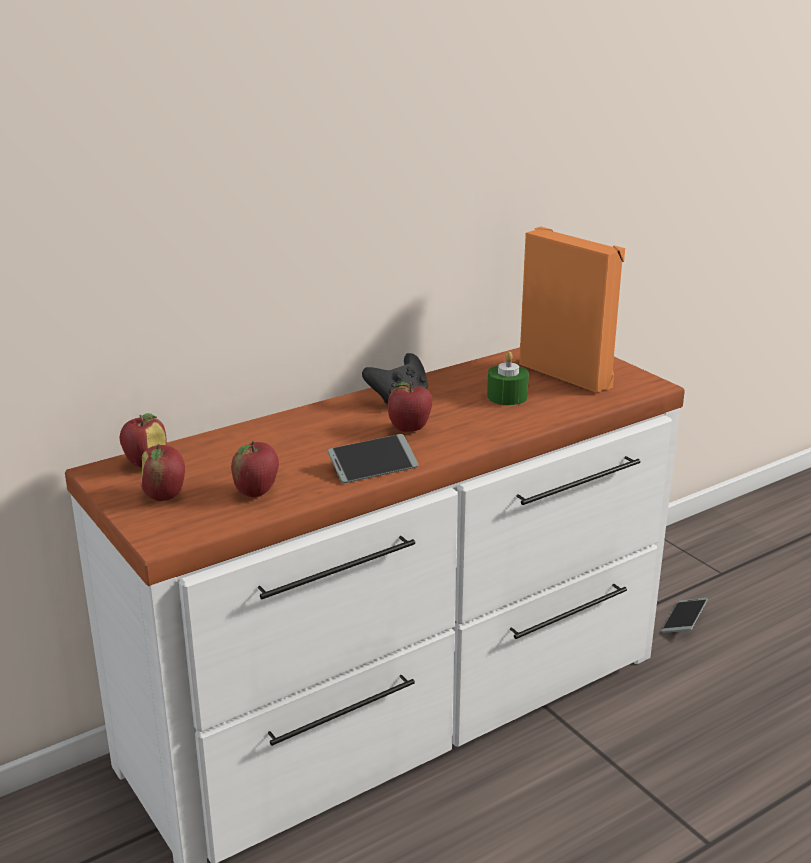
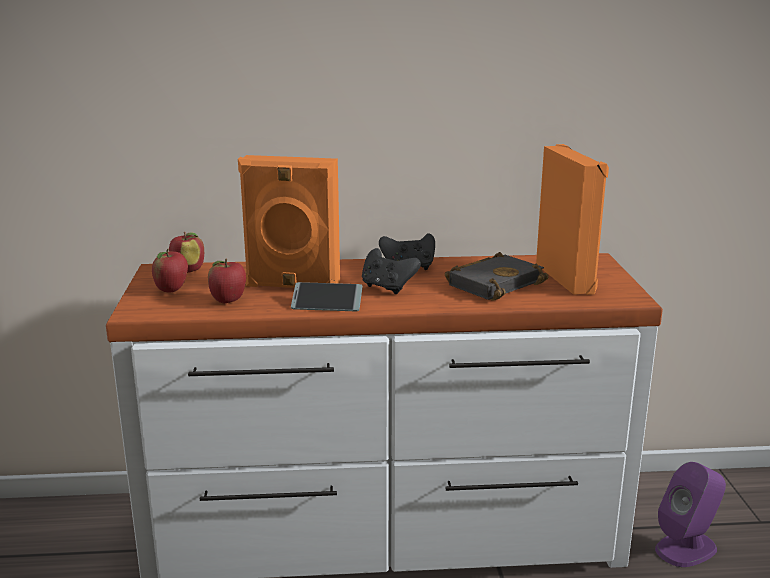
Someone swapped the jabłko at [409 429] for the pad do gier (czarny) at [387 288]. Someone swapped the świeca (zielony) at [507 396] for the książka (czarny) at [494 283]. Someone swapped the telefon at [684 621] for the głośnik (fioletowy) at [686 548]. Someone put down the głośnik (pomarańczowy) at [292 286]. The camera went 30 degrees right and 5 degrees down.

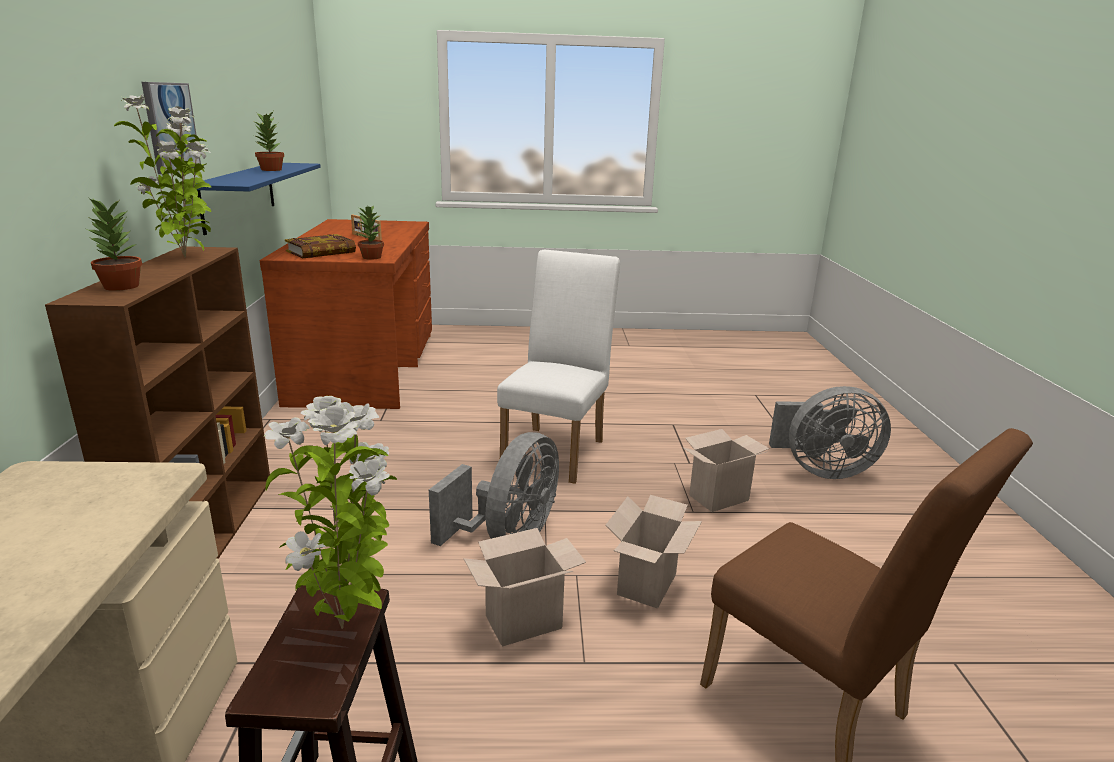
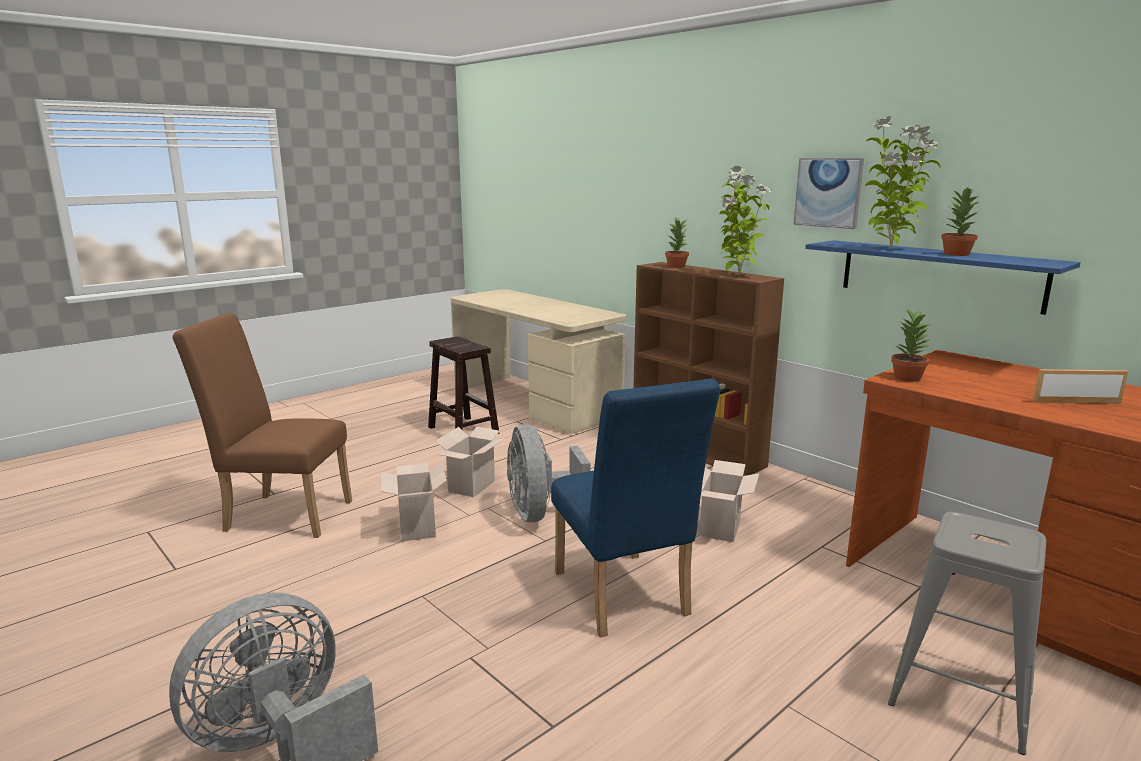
Someone carried the roślina doniczkowa from [346 626] to [891 249]. Someone took away the książka at [321 252]. Someone repainted the krzesło (biały) at [557 450], which became the krzesło (niebieski) at [623 599]. Someone carried the karton from [719 497] to [721 529]. Someone put down the stołek (szary) at [962 693]. The camera went 140 degrees right and 5 degrees down.

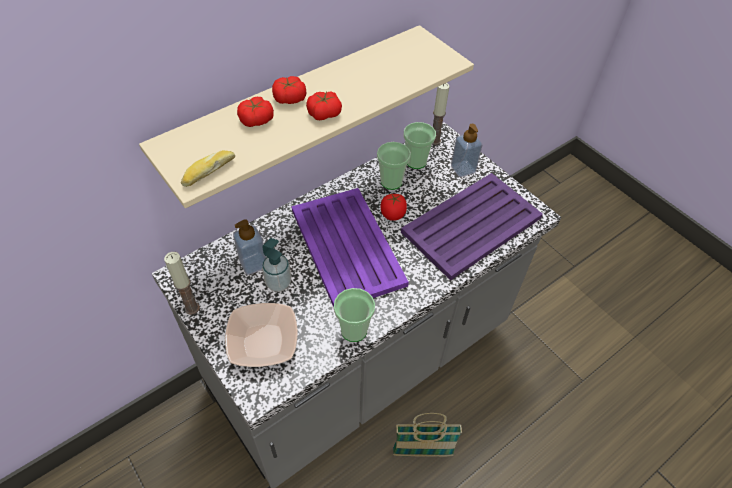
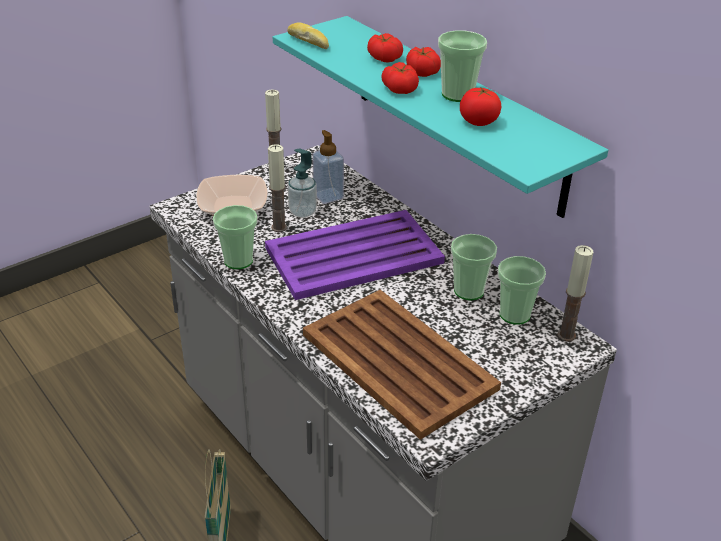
Someone repainted the półka (beżowy) at [296 108], which became the półka (turkusowy) at [457 113]. Someone carried the pomidor from [393 214] to [478 121]. Someone repainted the taca (fioletowy) at [473 225], which became the taca (brązowy) at [399 363]. Someone took away the dozownik mydła at [463 169]. Someone put down the świeca at [279 227]. Someone put down the filiżanka at [457 94]. The camera went 90 degrees right and 15 degrees down.

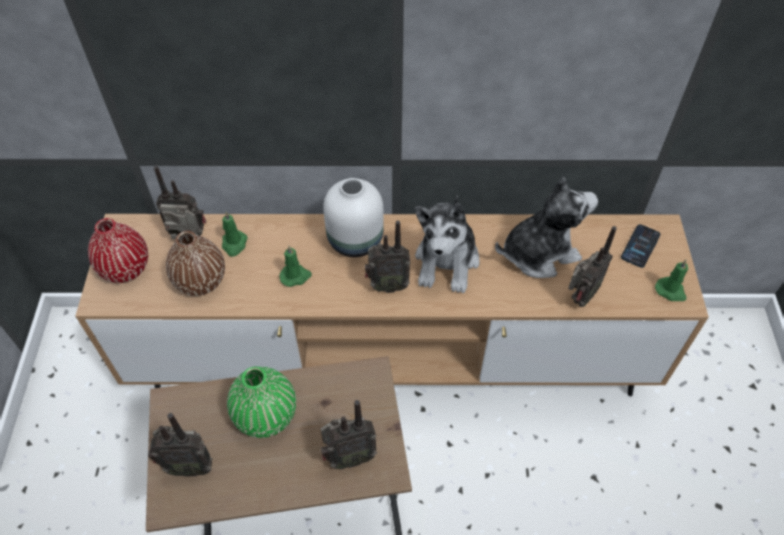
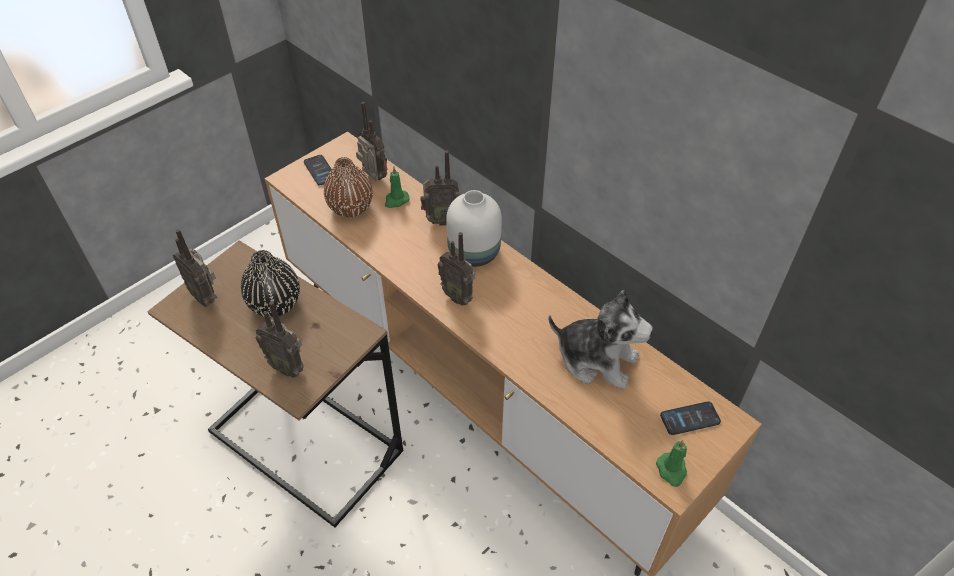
Someone swapped the wazon (czerwony) at [125 268] for the telefon at [320 170]. Someone repainted the wazon (zielony) at [266 415], which became the wazon (czarny) at [275 304]. Someone took away the świeca (zielony) at [295 276]. Someone took away the pluszak at [447 261]. Someone carried the radio from [579 297] to [440 220]. The camera went 45 degrees right and 5 degrees down.

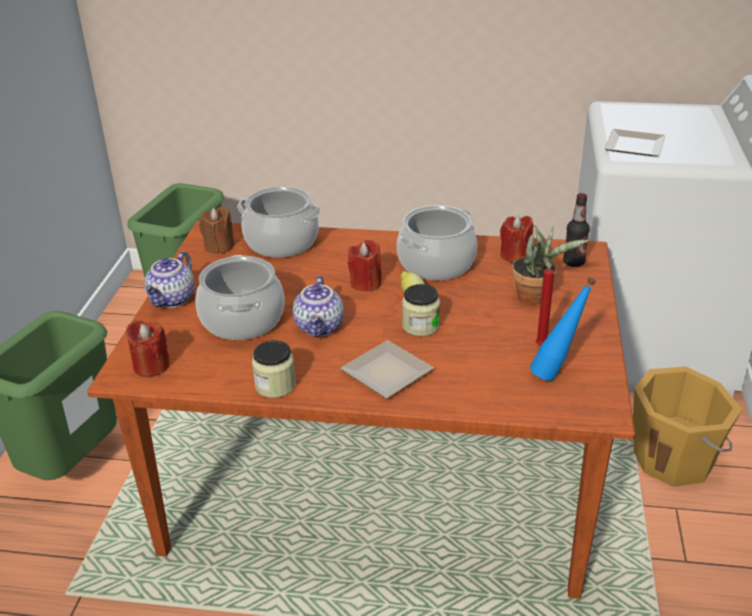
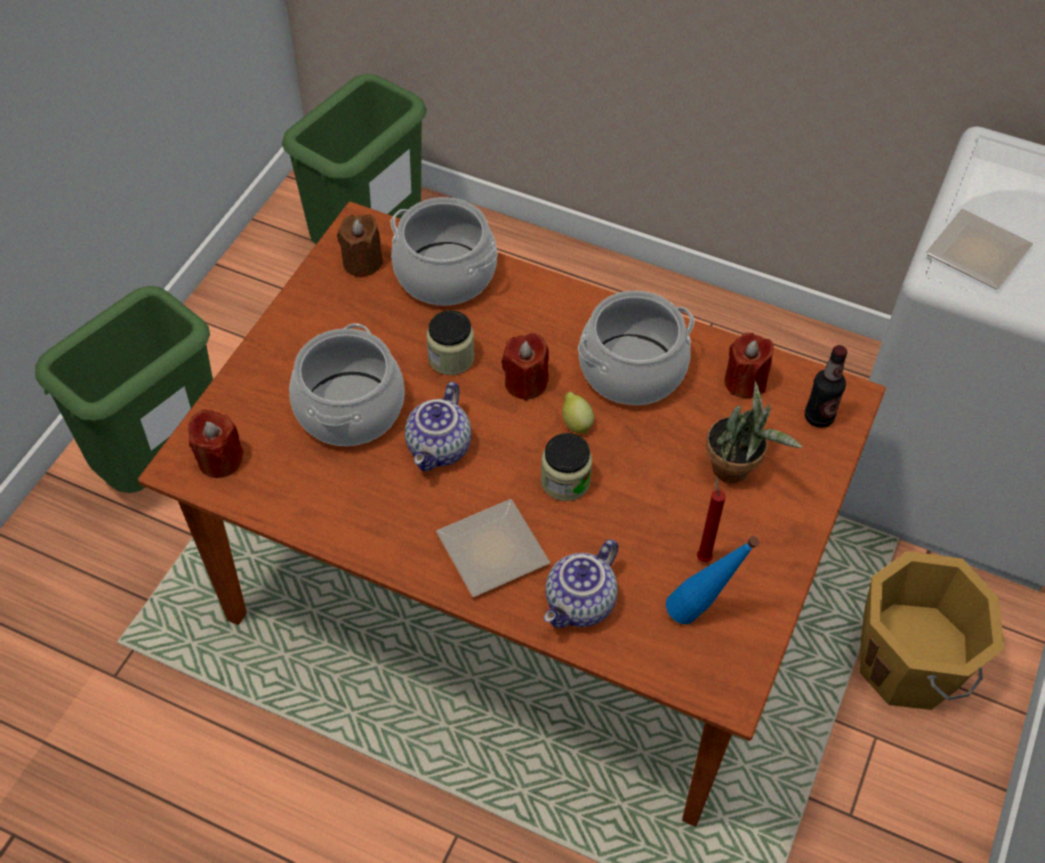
Someone carried the imbryk from [173 300] to [581 605]. Someone carried the słoik from [275 385] to [451 358]. The camera went 15 degrees right and 20 degrees up.

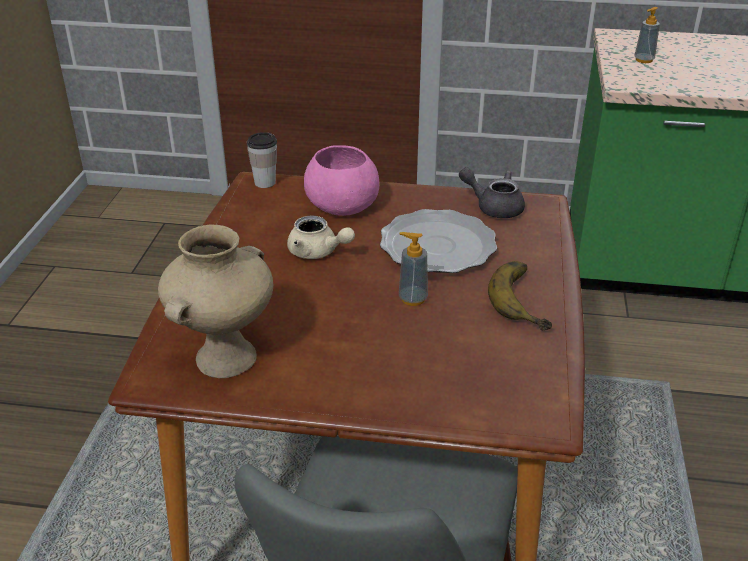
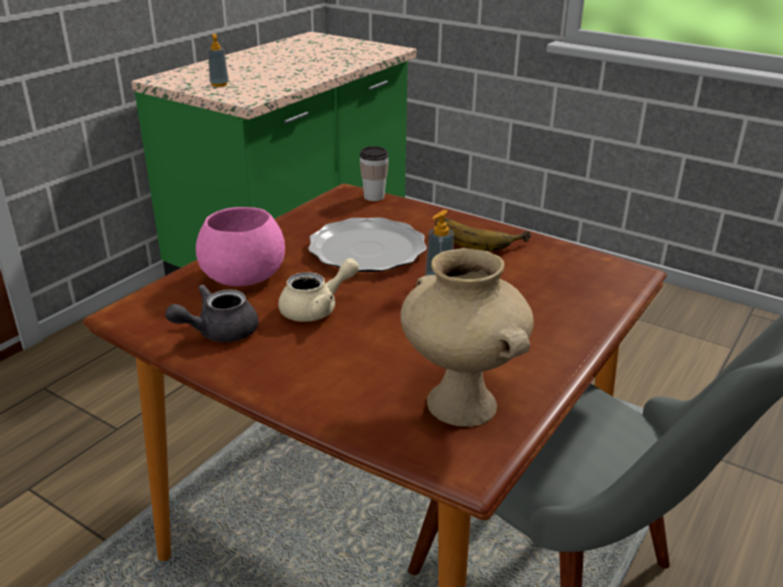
Someone carried the filiżanka from [265 182] to [374 197]. Someone carried the imbryk (szary) from [494 207] to [218 332]. The camera went 65 degrees left and 5 degrees down.

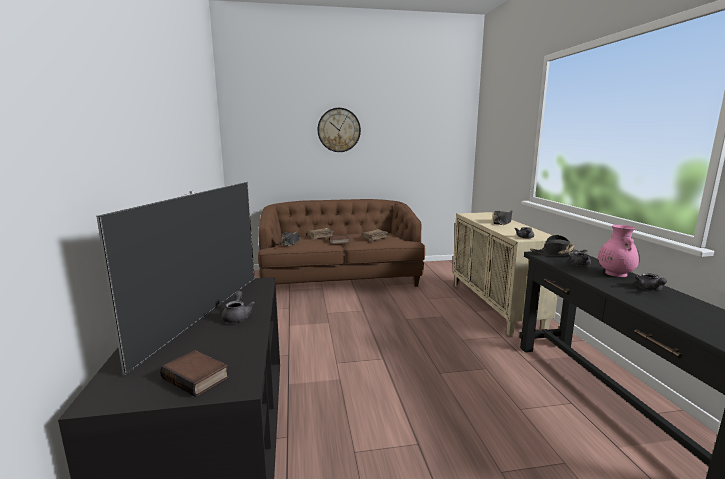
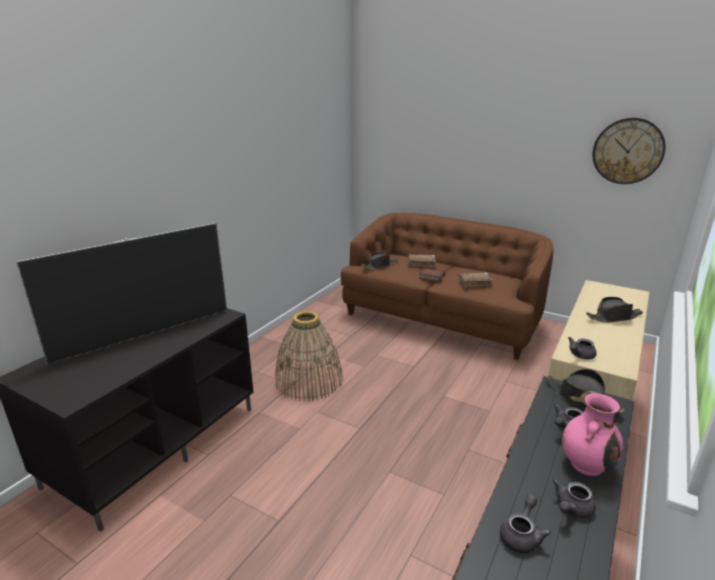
Someone took away the książka at [197 377]. Someone carried the imbryk (szary) from [237 316] to [521 535]. Someone carried the zegar ścienny from [339 130] to [628 151]. Someone put down the koszyk at [308 380]. The camera went 40 degrees right and 10 degrees up.

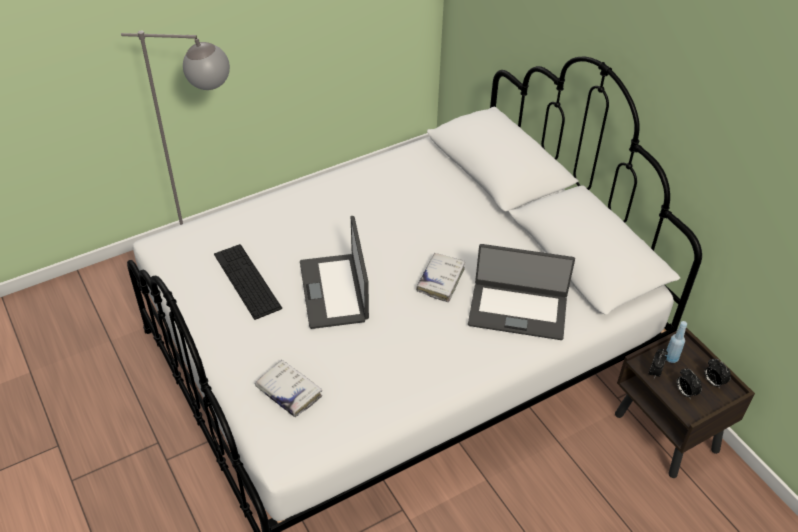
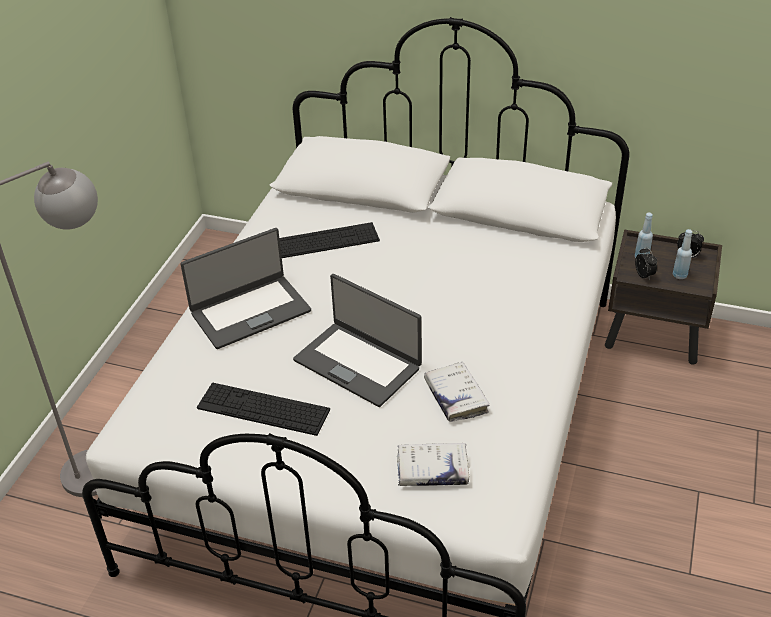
Someone carried the książka (biały) from [441 280] to [455 397]. Someone carried the laptop from [517 310] to [250 311]. Someone swapped the budzik at [685 392] for the butelka (niebieski) at [679 275]. Someone put down the klawiatura at [324 241]. The camera went 40 degrees left and 5 degrees down.

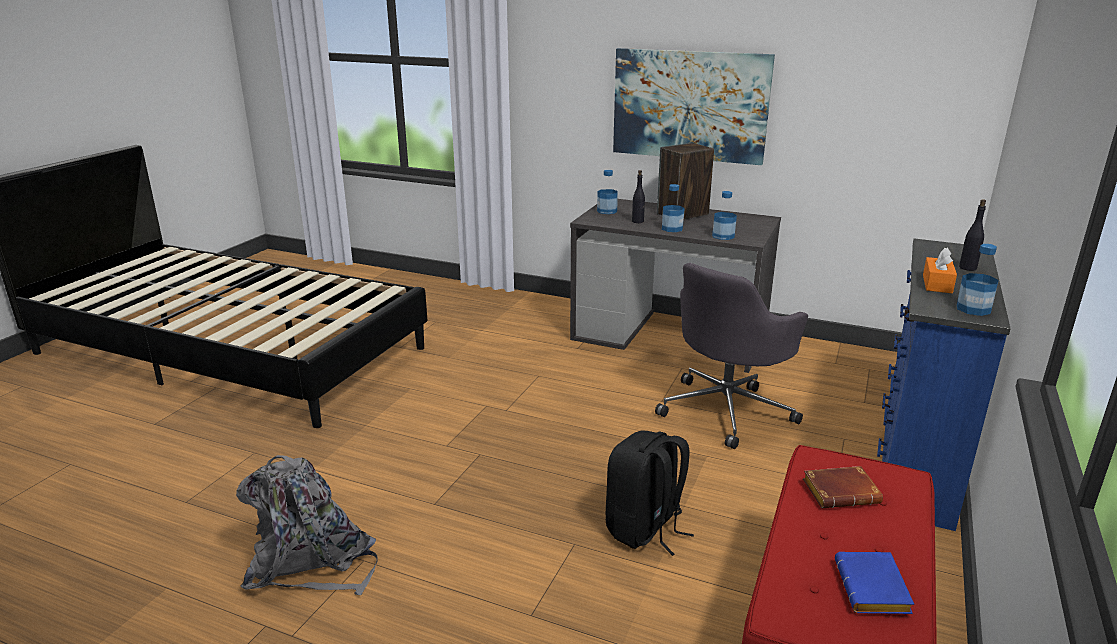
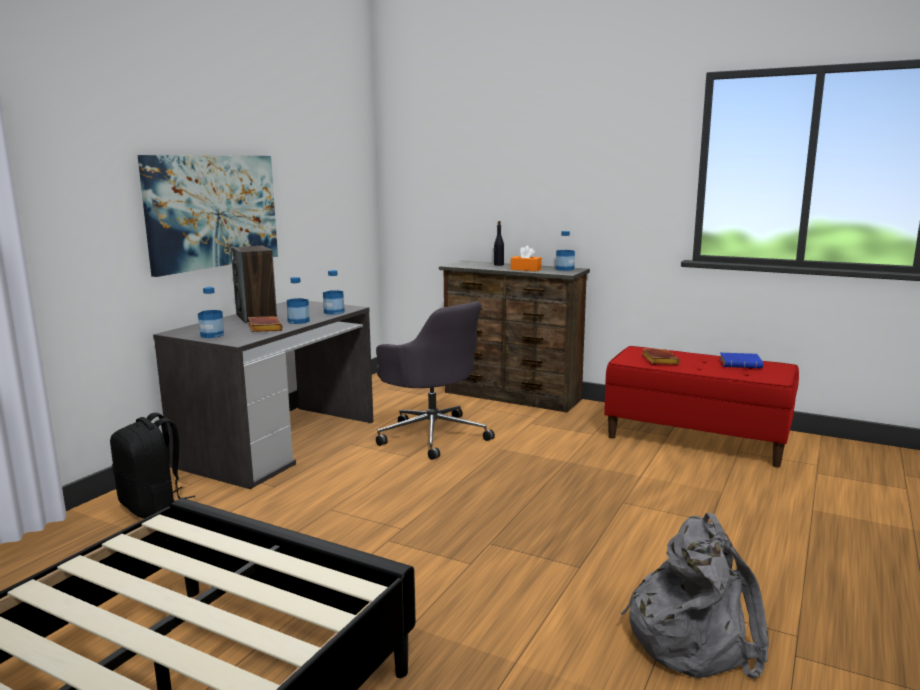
Someone carried the plecak (czarny) from [645 529] to [153 506]. Someone swapped the butelka (czarny) at [638 221] for the książka (brązowy) at [263 328]. Someone repainted the komoda (niebieski) at [913 462], which became the komoda (brązowy) at [512 396]. The camera went 85 degrees left and 10 degrees down.

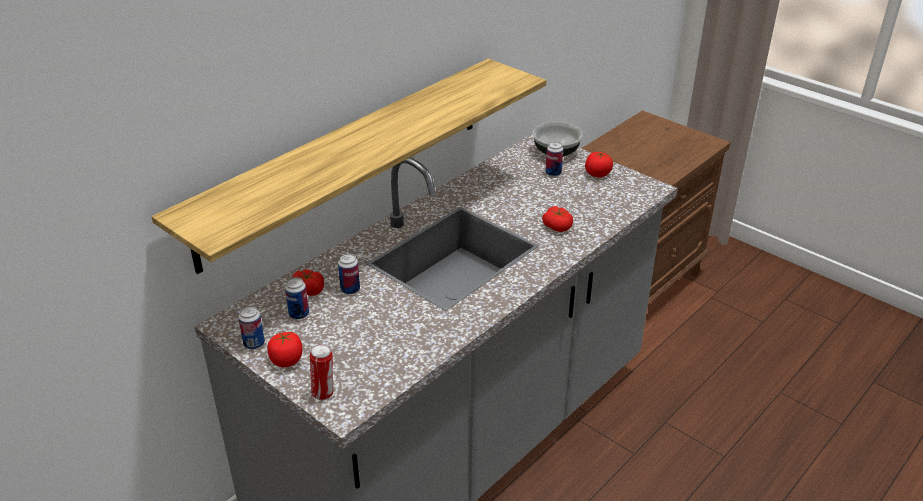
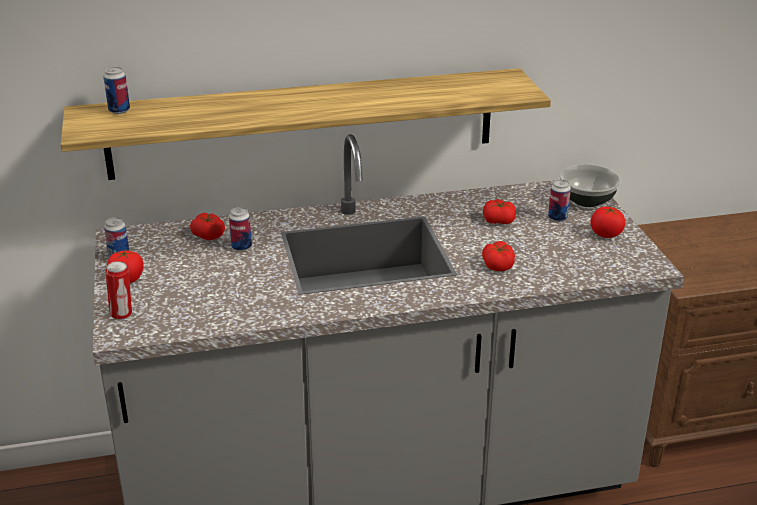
Someone carried the puszka from [299 314] to [119 111]. Someone put down the pomidor at [498 220]. The camera went 35 degrees right and 5 degrees down.

